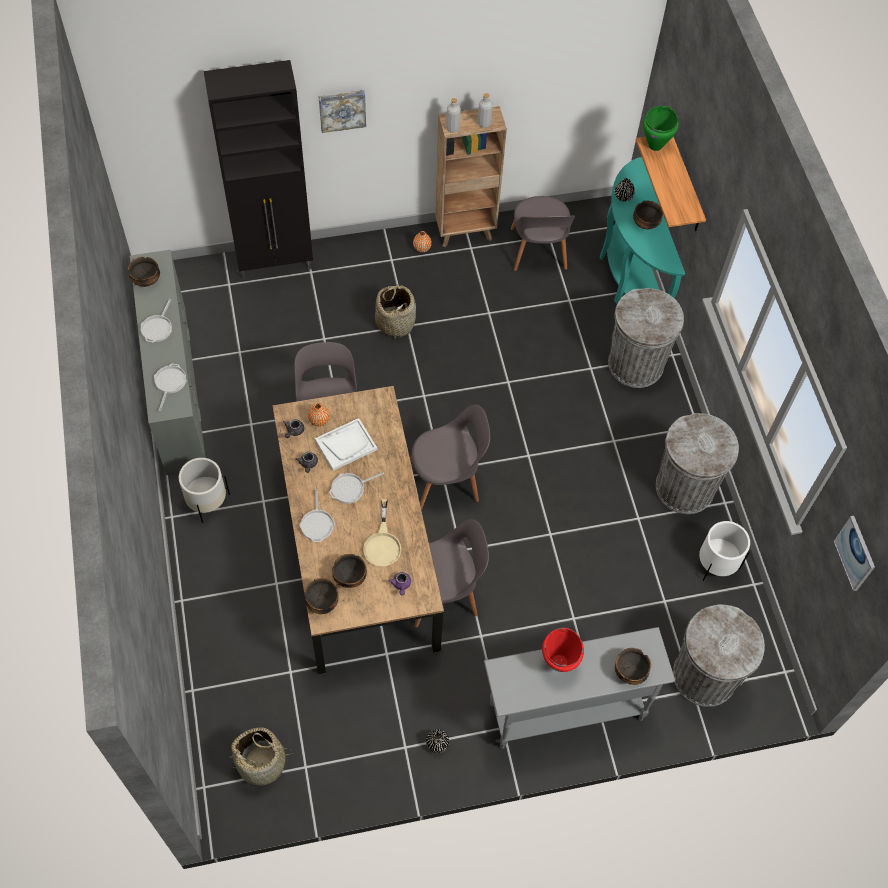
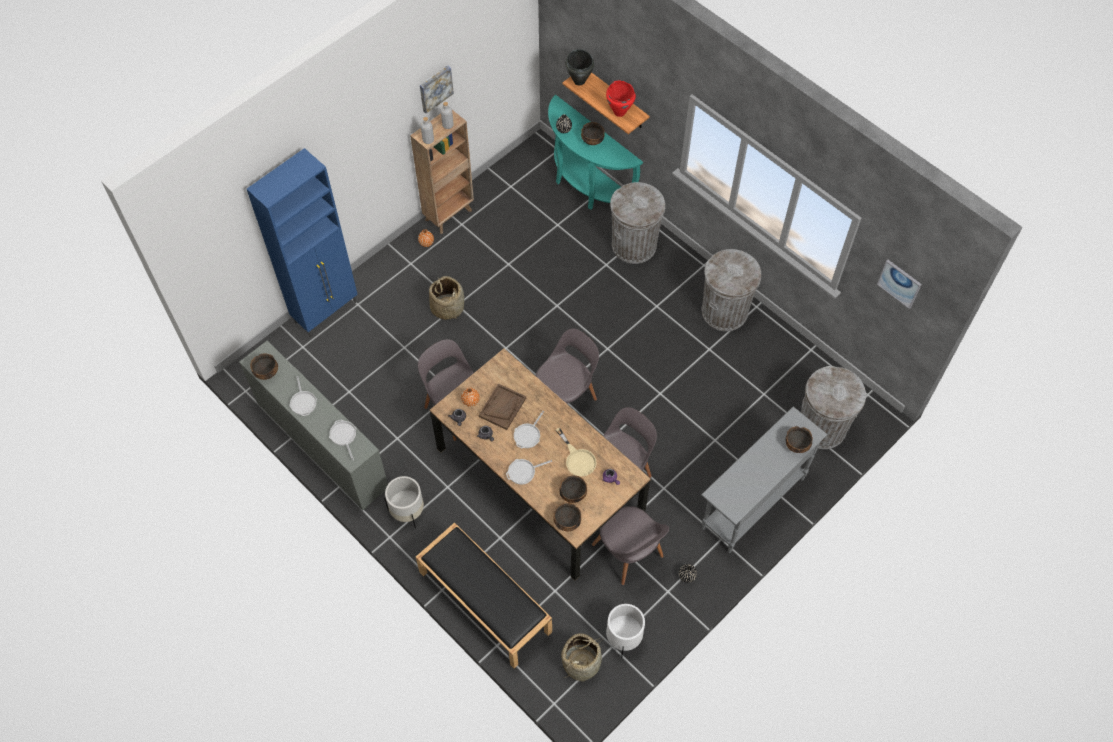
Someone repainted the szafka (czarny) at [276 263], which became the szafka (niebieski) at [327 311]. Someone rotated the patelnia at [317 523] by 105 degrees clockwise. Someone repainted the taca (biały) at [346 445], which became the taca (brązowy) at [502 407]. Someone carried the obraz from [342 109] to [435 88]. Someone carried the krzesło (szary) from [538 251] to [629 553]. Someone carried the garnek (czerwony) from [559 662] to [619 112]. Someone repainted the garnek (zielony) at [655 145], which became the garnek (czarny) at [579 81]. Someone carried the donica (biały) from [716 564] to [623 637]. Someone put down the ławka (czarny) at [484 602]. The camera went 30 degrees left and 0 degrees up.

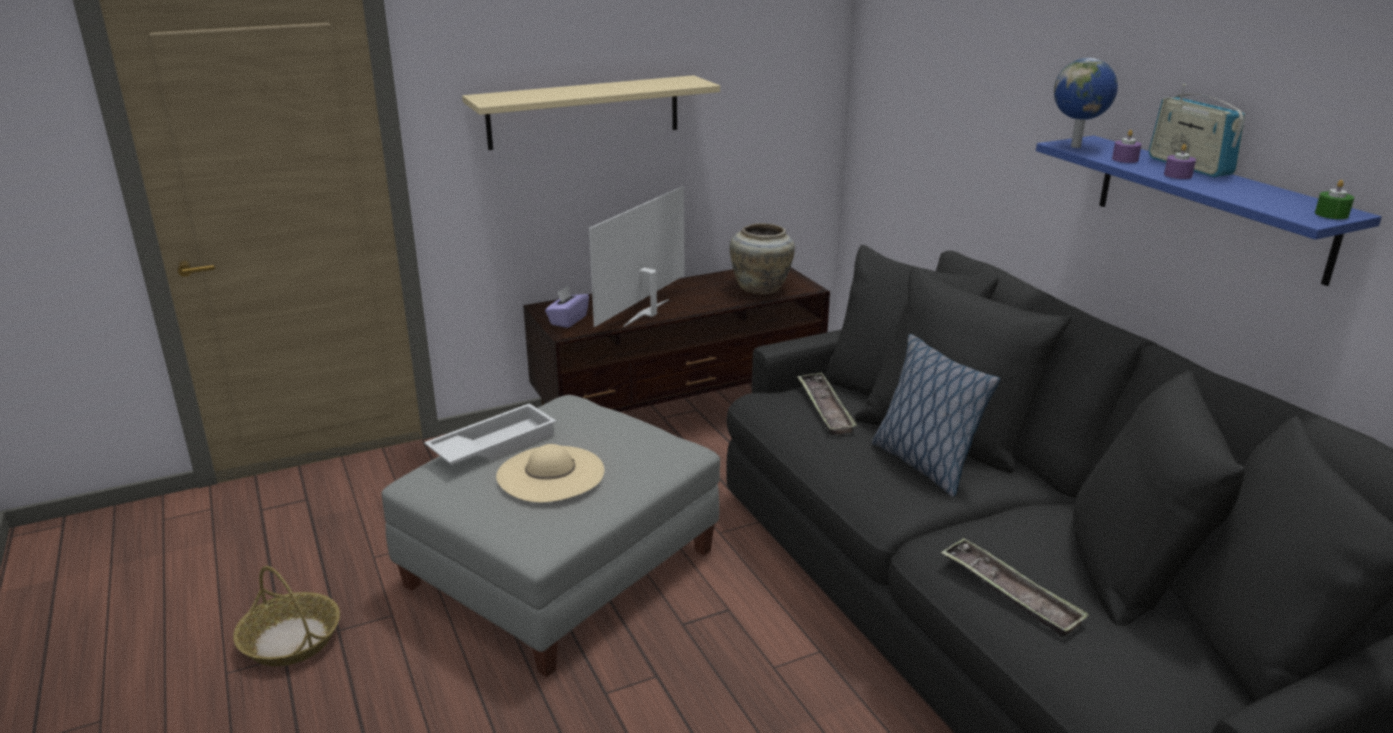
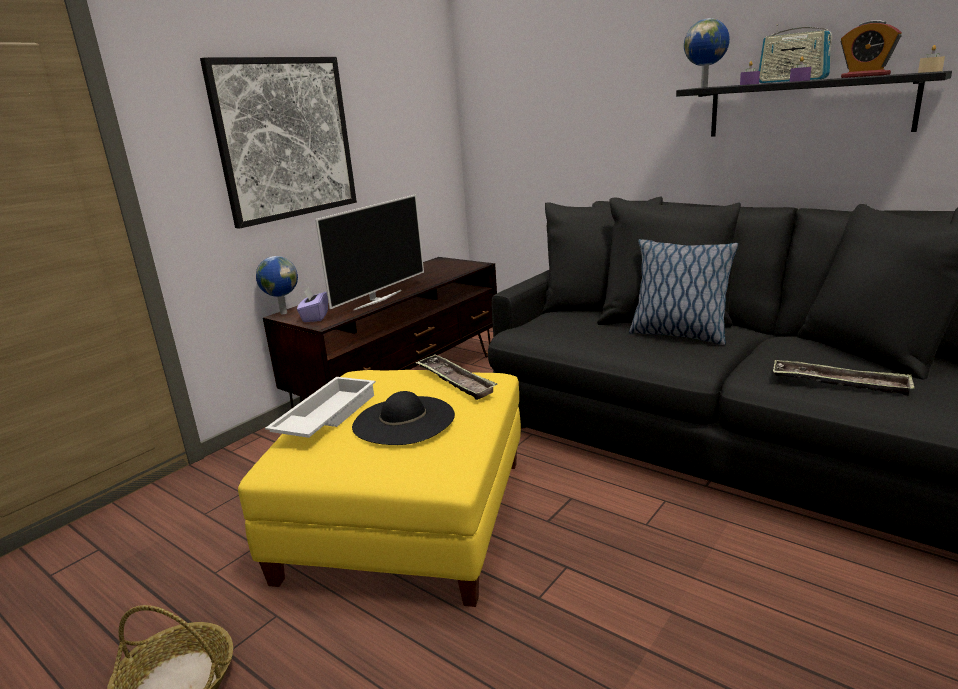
Someone repainted the pufa (szary) at [561 567], which became the pufa (żółty) at [407 517]. Someone swapped the półka (beżowy) at [584 112] for the obraz at [285 139]. Someone repainted the kapelusz (beżowy) at [550 473], which became the kapelusz (czarny) at [403 420]. Someone rotated the telewizor at [648 313] by 150 degrees counterclockwise. Someone took away the wazon (beżowy) at [761 288]. Someone carried the taca from [825 408] to [455 381]. Someone repainted the półka (niebieski) at [1210 206], which became the półka (czarny) at [808 107]. Someone repainted the świeca (zielony) at [1331 214], which became the świeca (beżowy) at [930 71]. Someone put down the globus at [283 313]. Someone put down the budzik at [865 76]. The camera went 25 degrees left and 5 degrees down.

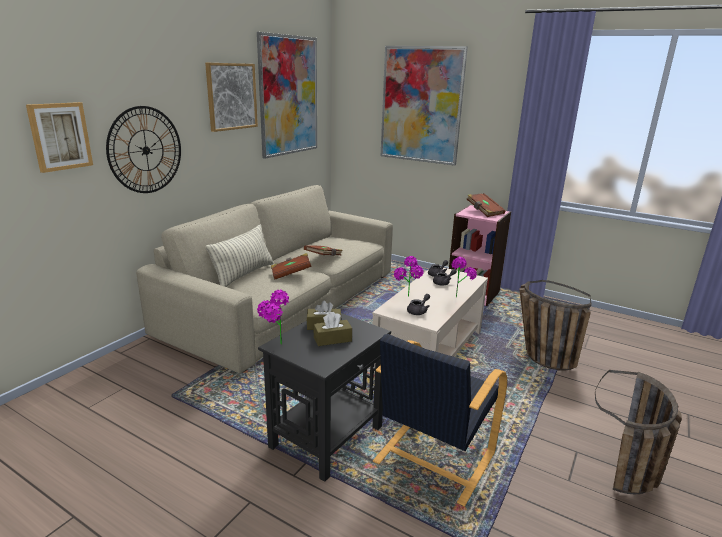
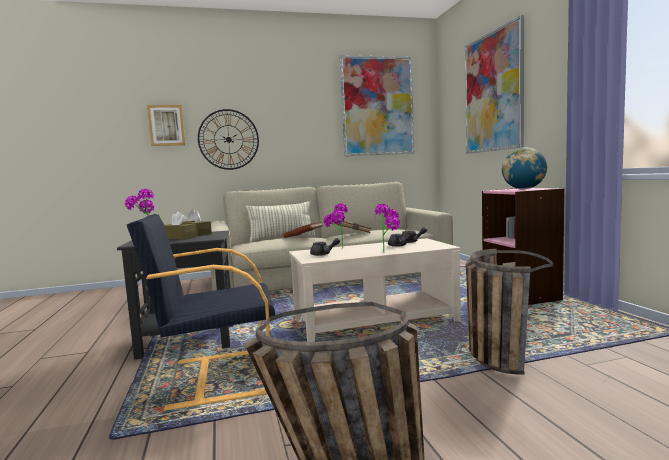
Someone took away the obraz at [231 96]. Someone swapped the książka (brązowy) at [484 212] for the globus at [524 189]. The camera went 45 degrees right and 15 degrees down.

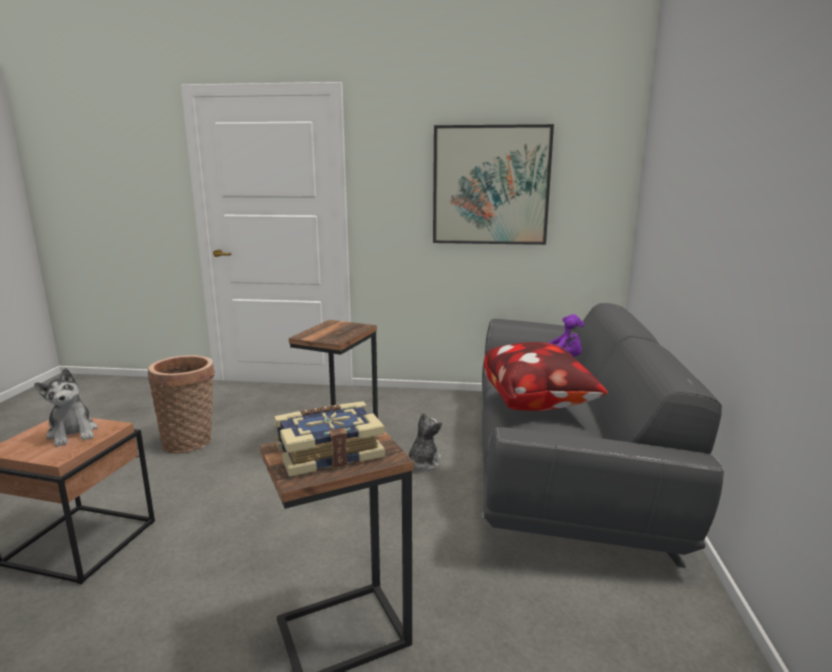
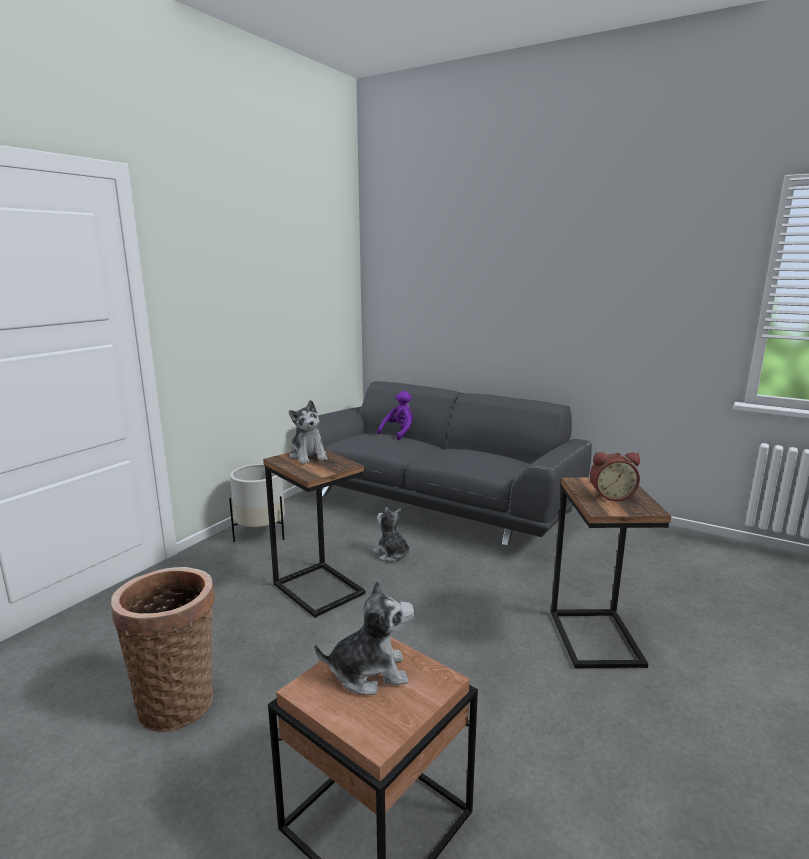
Someone swapped the książka at [328 451] for the budzik at [611 496]. Someone took away the obraz at [490 185]. Someone took away the poduszka at [538 403]. Someone put down the donica (biały) at [260 534]. Someone put down the pluszak at [308 456]. The camera went 65 degrees left and 0 degrees up.

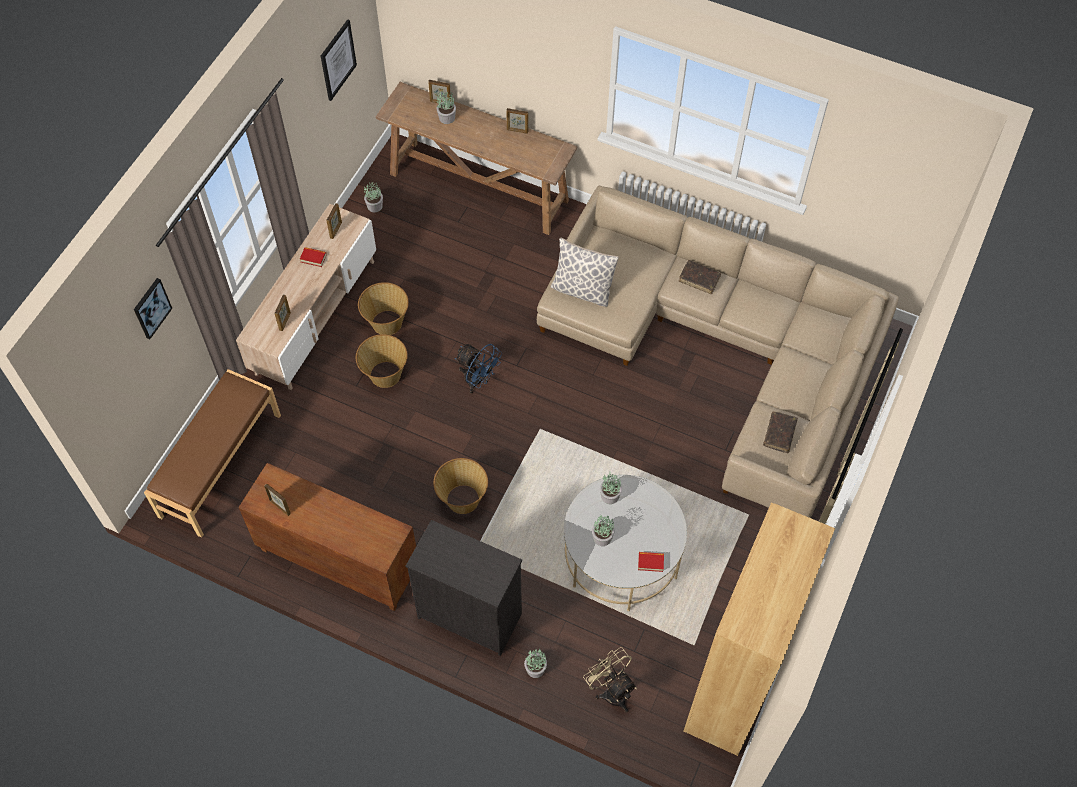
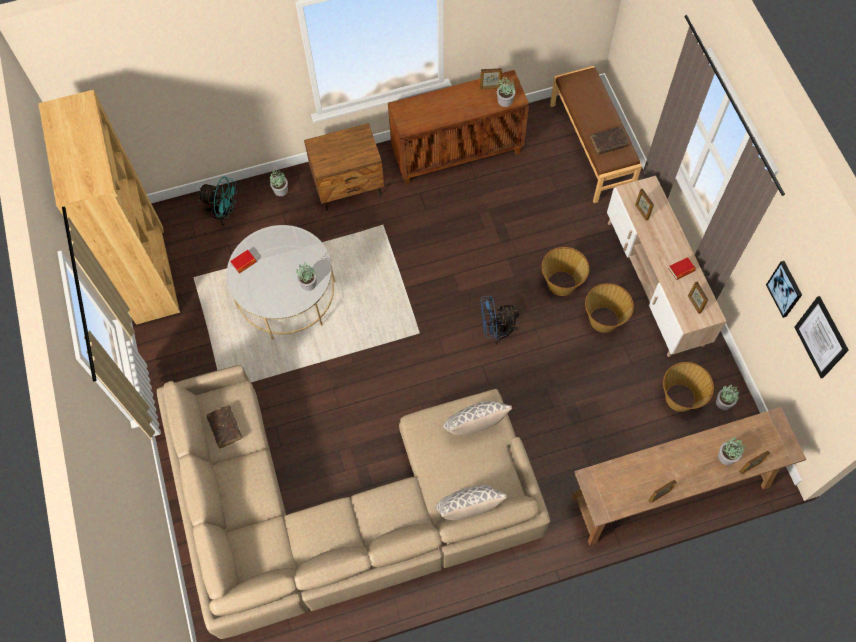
Someone carried the obraz from [151 308] to [785 289]. Someone swapped the komoda (czarny) at [469 615] for the szafka nocna (brązowy) at [349 187]. Someone carried the koszyk from [462 499] to [680 397]. Someone repainted the wentylator (beżowy) at [611 690], which became the wentylator (turkusowy) at [224 213]. Someone carried the roślina doniczkowa from [602 538] to [504 100]. Someone carried the książka (brązowy) from [699 279] to [608 143]. Someone put down the poduszka at [469 509]. The camera went 140 degrees right and 5 degrees up.

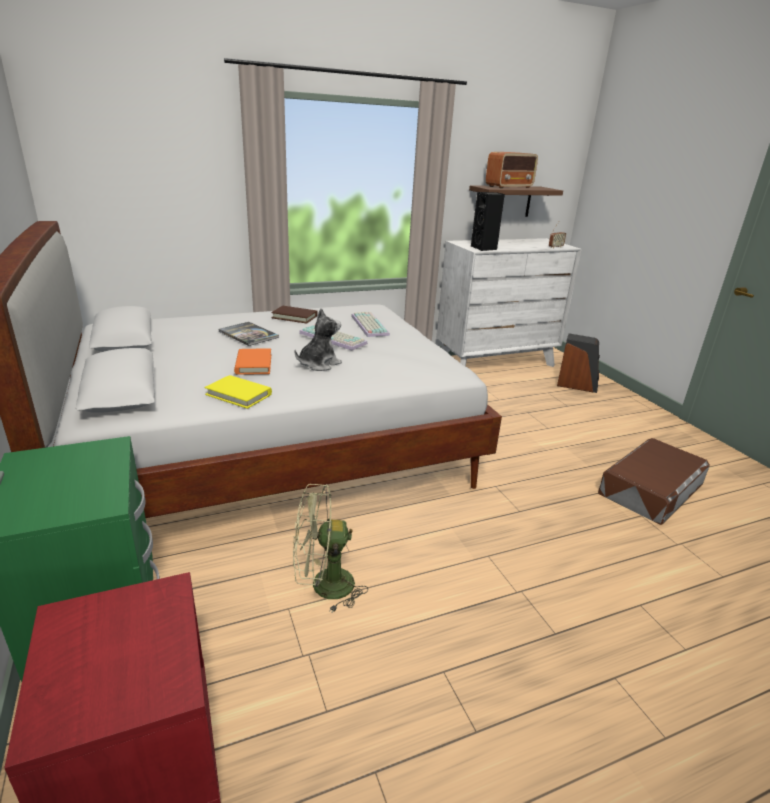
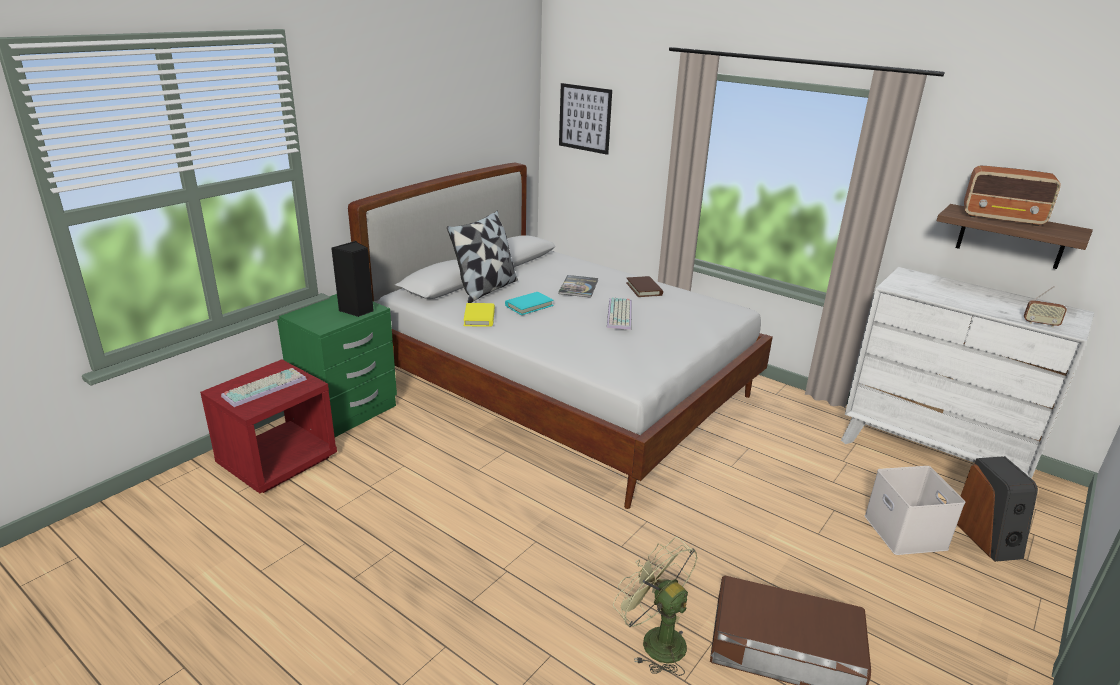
Someone repainted the książka (pomarańczowy) at [253 364], which became the książka (turkusowy) at [529 305]. Someone carried the wentylator (zielony) from [323 586] to [655 640]. Someone took away the pluszak at [318 364]. Someone carried the klawiatura from [368 325] to [265 387]. Someone carried the głośnik (czarny) from [484 248] to [357 310]. Someone put down the poduszka at [486 289]. Someone put up the obraz at [585 118]. Someone put down the pojemnik do przechowywania (biały) at [903 531]. The camera went 60 degrees right and 0 degrees up.

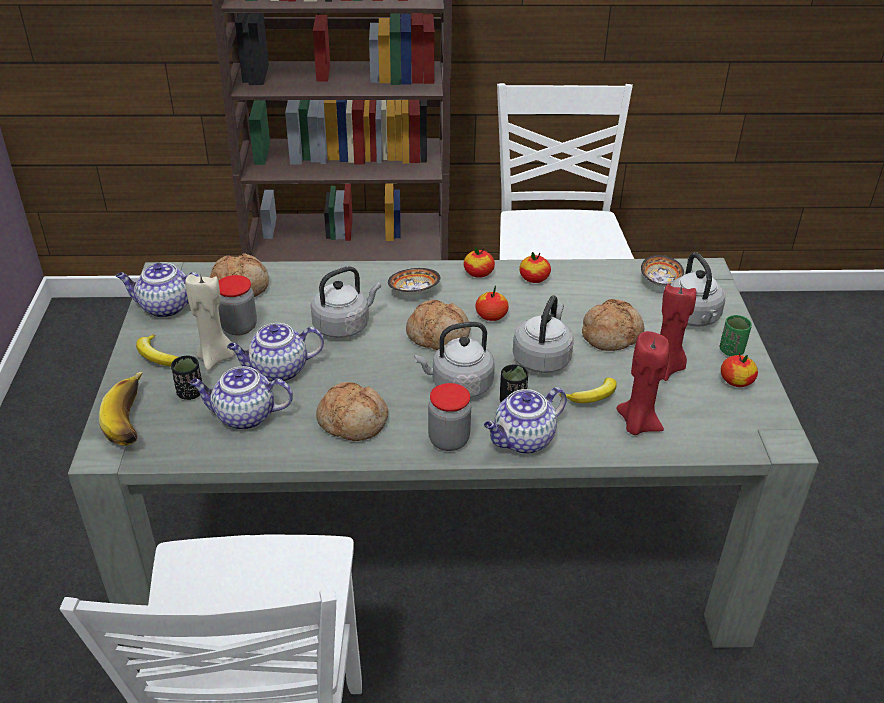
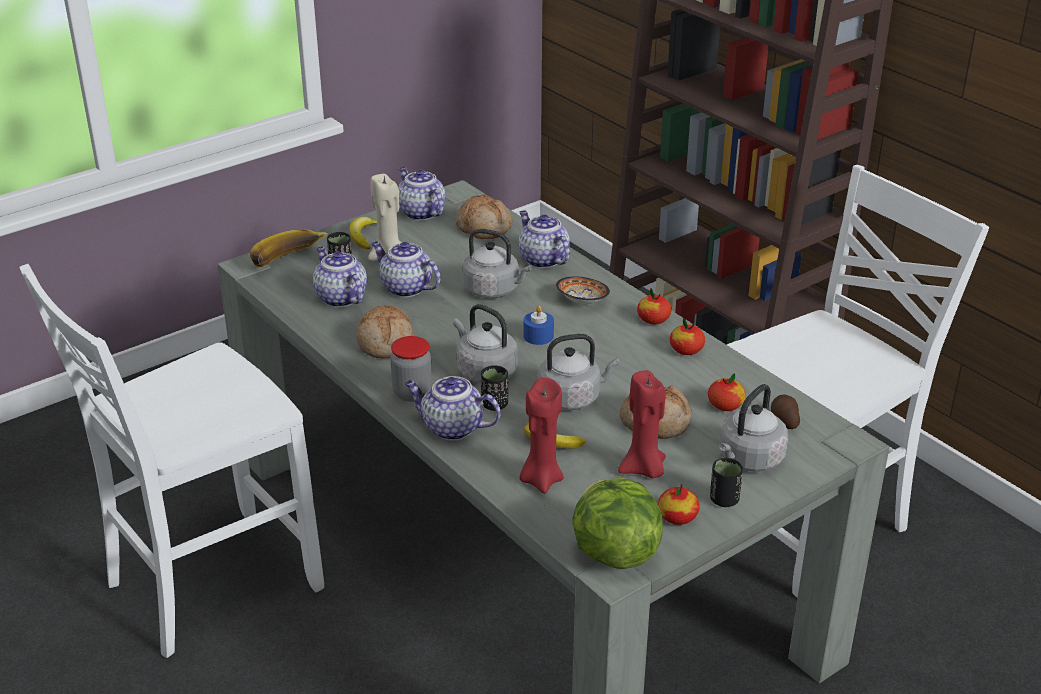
Someone took away the słoik at [239 327]. Someone swapped the chleb at [439 335] for the świeca (niebieski) at [538 336]. Someone carried the jabłko from [491 316] to [725 405]. Someone swapped the miska at [660 282] for the ziemniak at [784 421]. Someone repainted the filiżanka (zielony) at [731 350], which became the filiżanka (czarny) at [724 500]. Someone put down the imbryk at [542 259]. Someone put down the sałata at [613 552]. The camera went 55 degrees right and 5 degrees down.

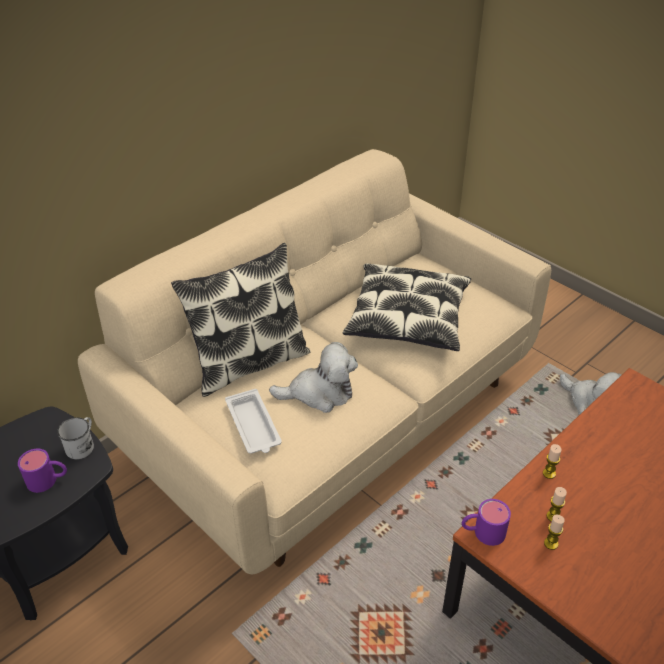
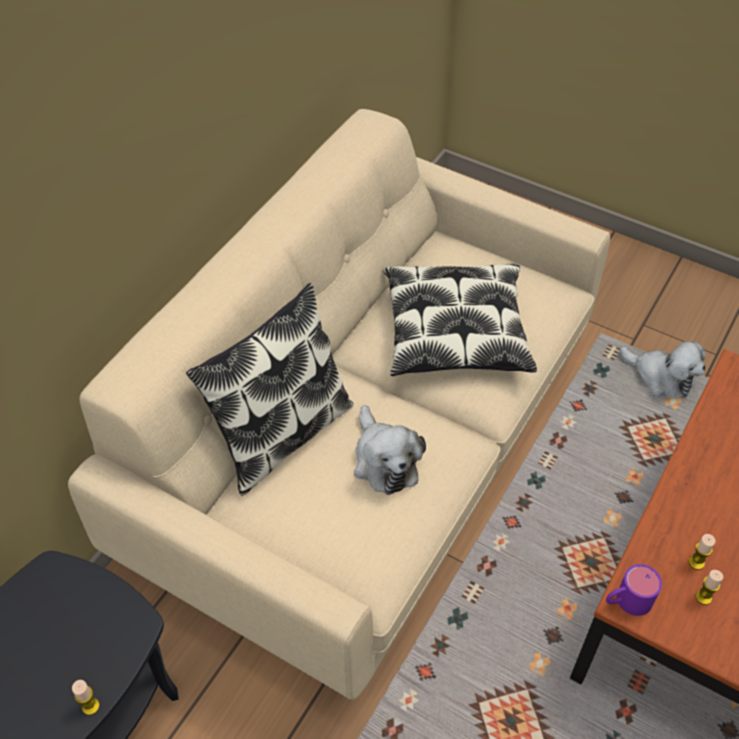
Someone took away the kubek (fioletowy) at [48 480]. Someone took away the kubek (biały) at [82 445]. Someone took away the taca (biały) at [253 426]. Someone rotated the pluszak at [319 393] by 90 degrees clockwise. Someone carried the świeca from [549 473] to [90 706]. The camera went 15 degrees left and 10 degrees up.

